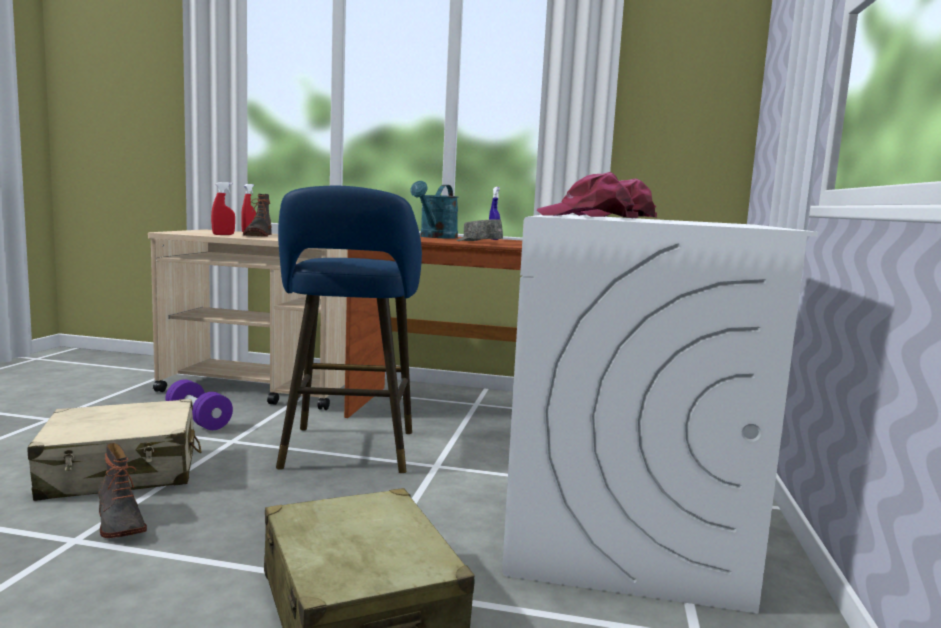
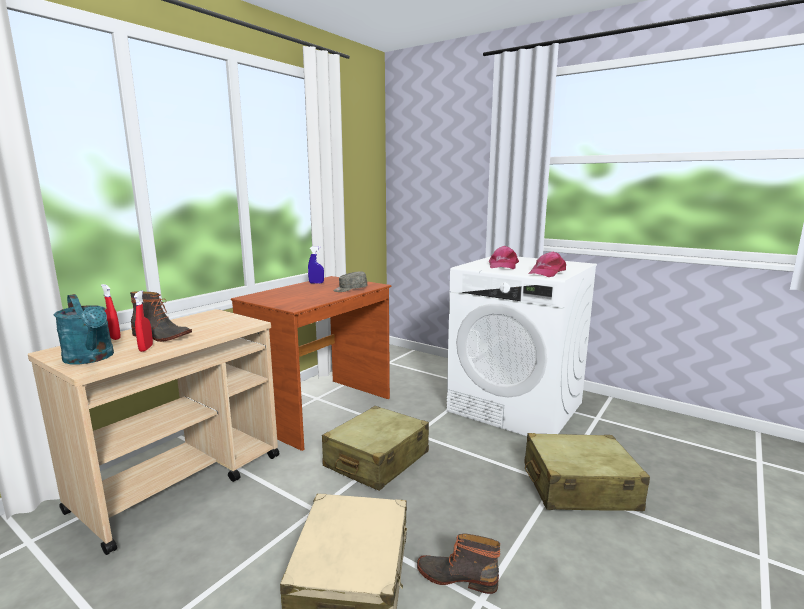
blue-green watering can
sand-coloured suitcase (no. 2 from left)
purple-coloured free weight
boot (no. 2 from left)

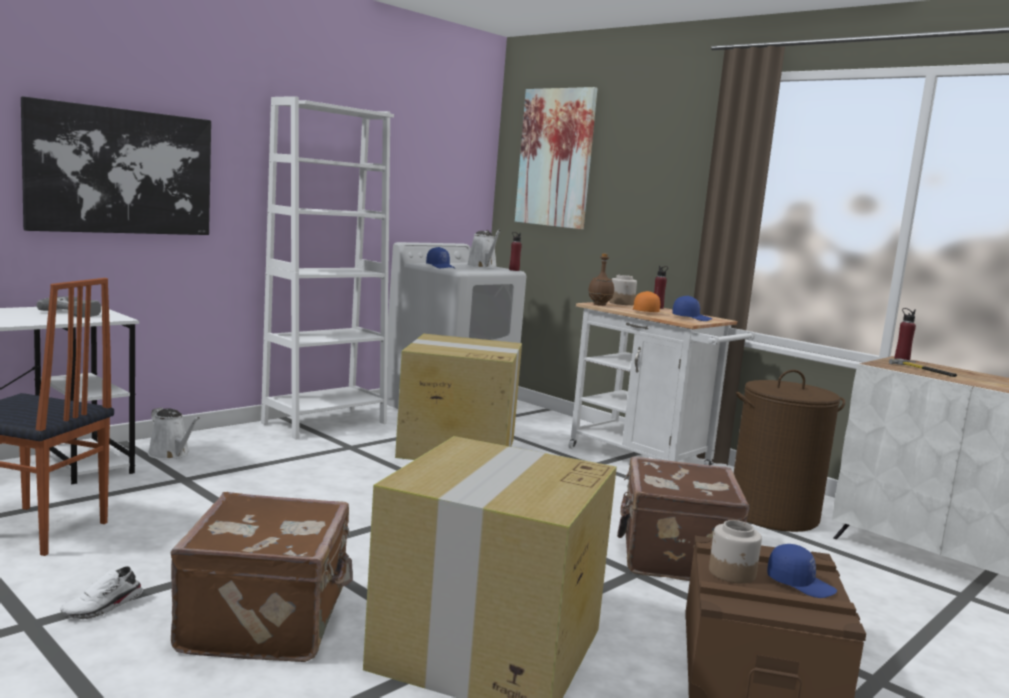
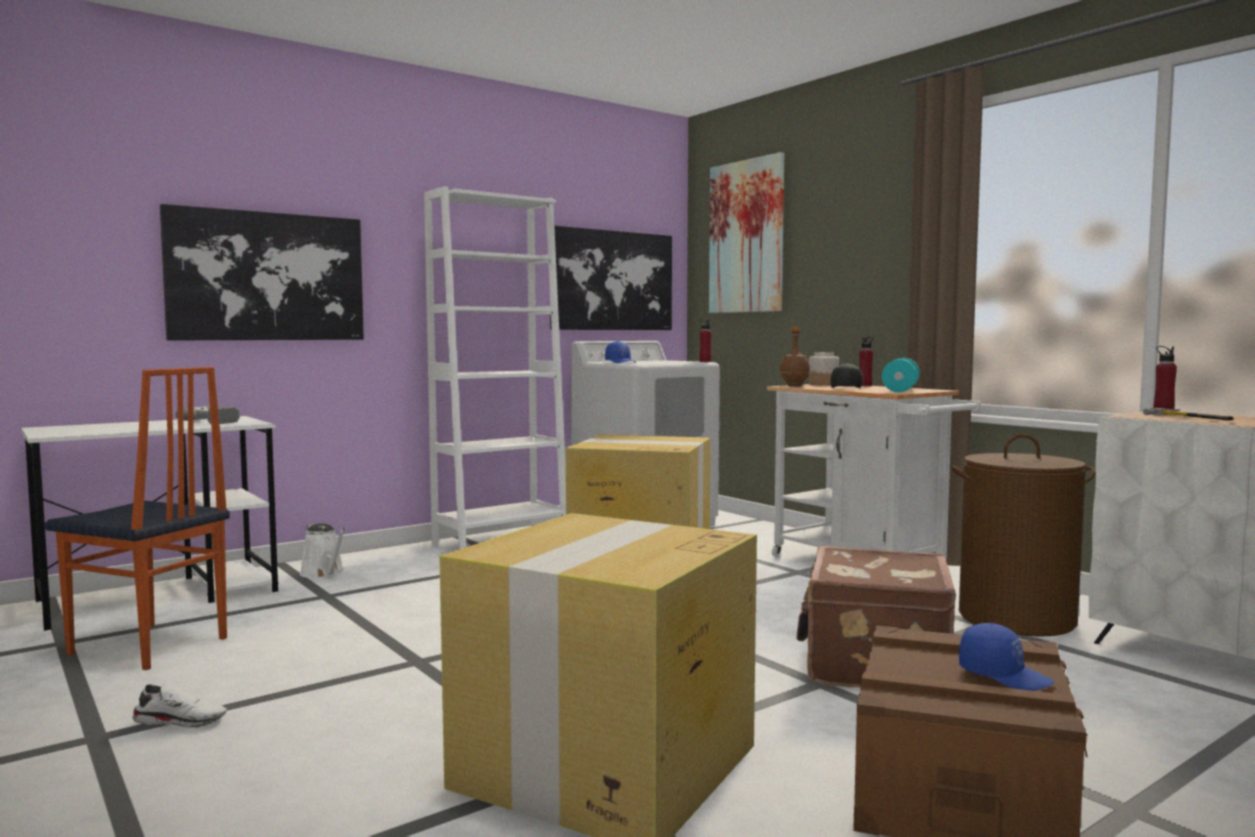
white watering can (no. 2 from left in the first image)
black baseball cap
blue-green free weight
brown-coloured suitcase (no. 1 from left in the first image)
preserve jar (no. 2 from left in the first image)
white item of footwear
wall picture (no. 2 from left)

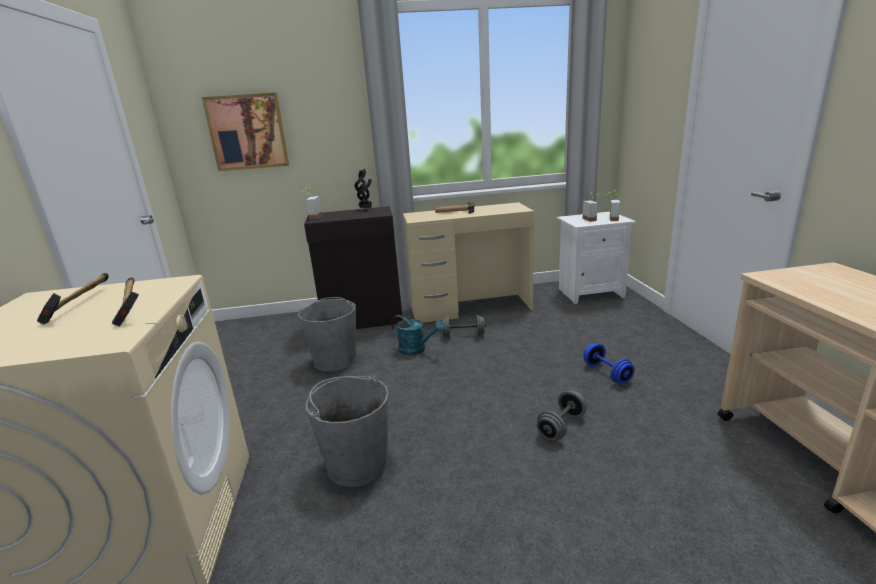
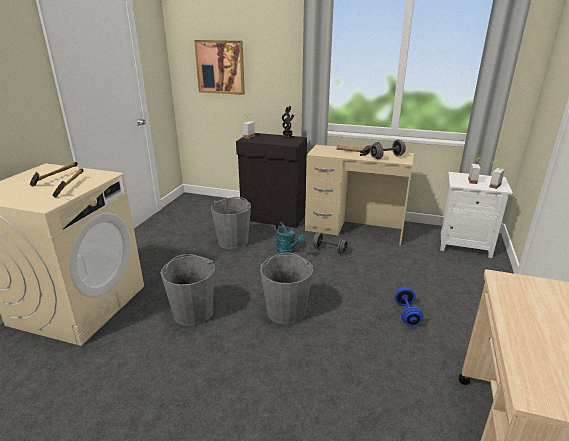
greyish free weight (no. 2 from left)
greyish bucket (no. 3 from left)

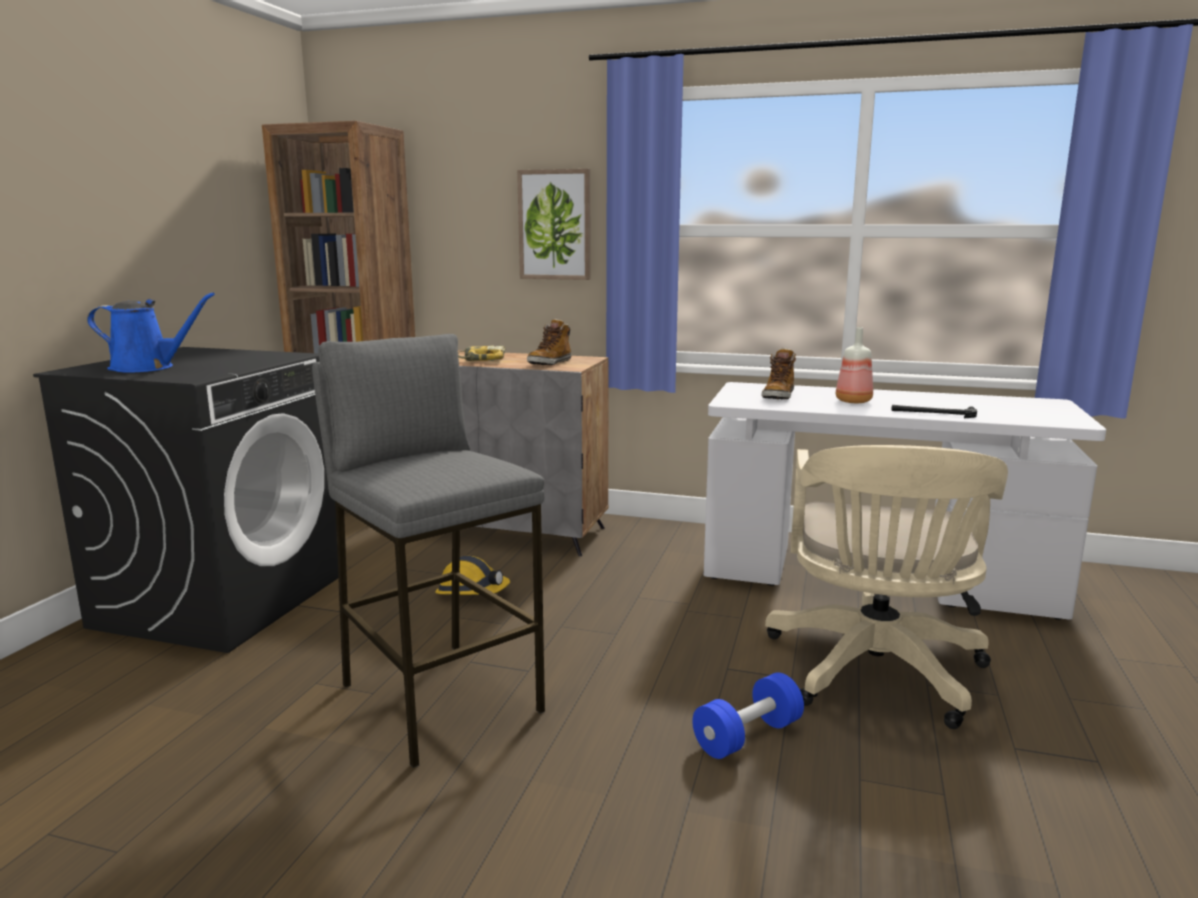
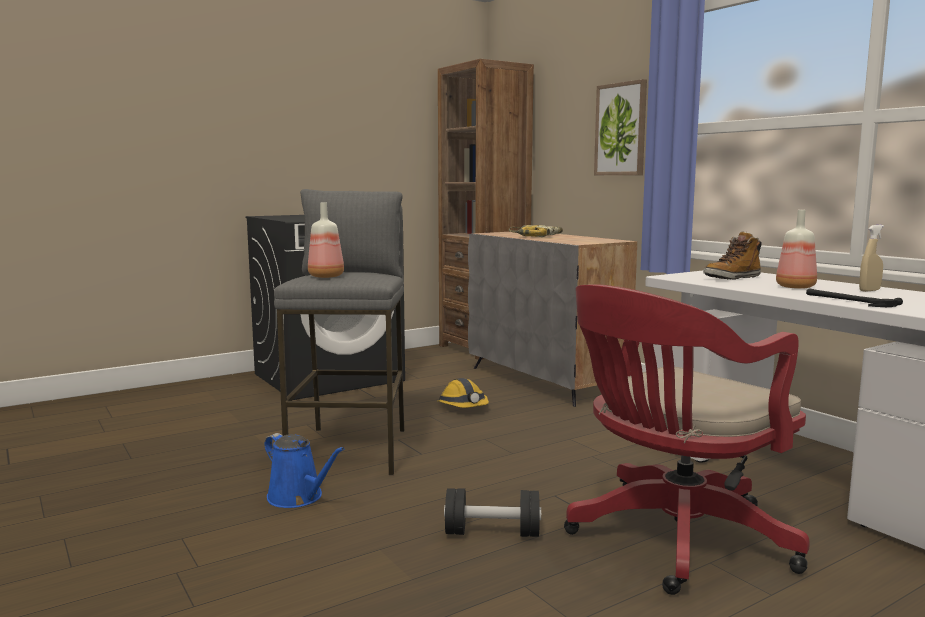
blue watering can
boot (no. 1 from left in the first image)
red-coloured office chair
black free weight
beverage bottle (no. 1 from left)
sand-coloured sprayer

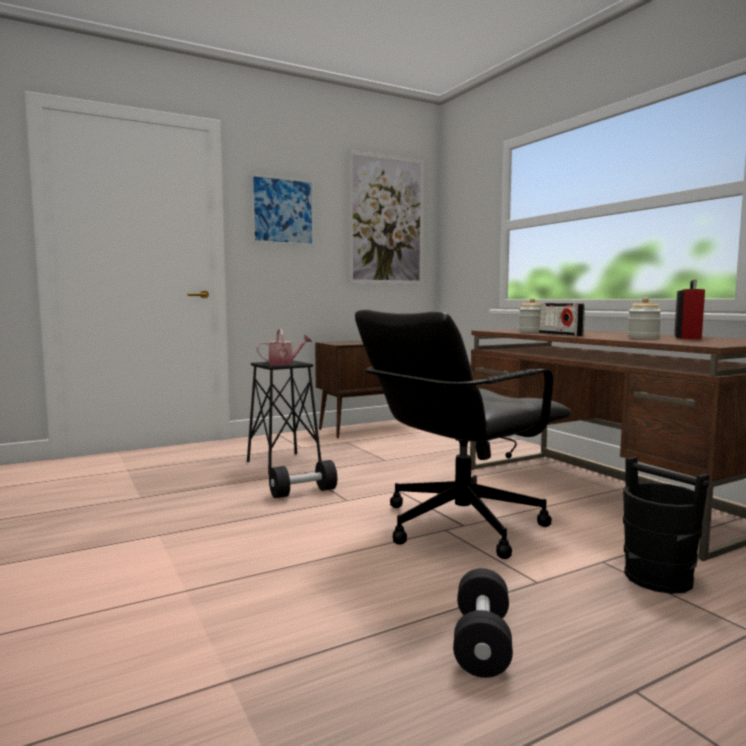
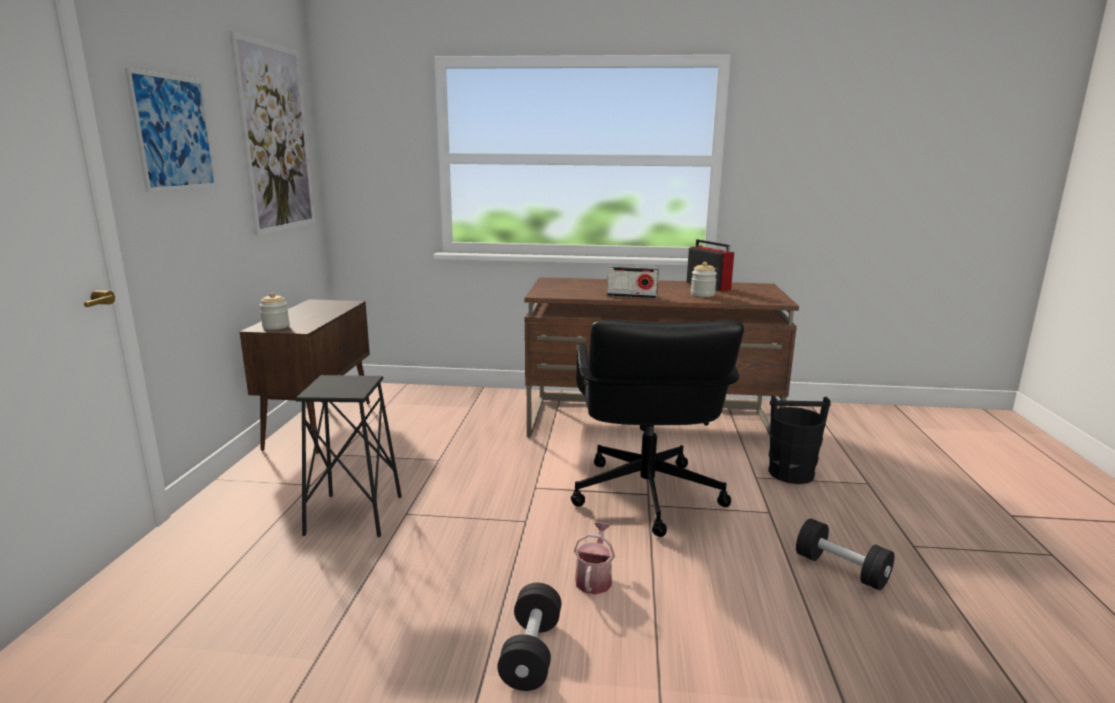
preserve jar (no. 1 from left)
watering can
black free weight (no. 1 from left)

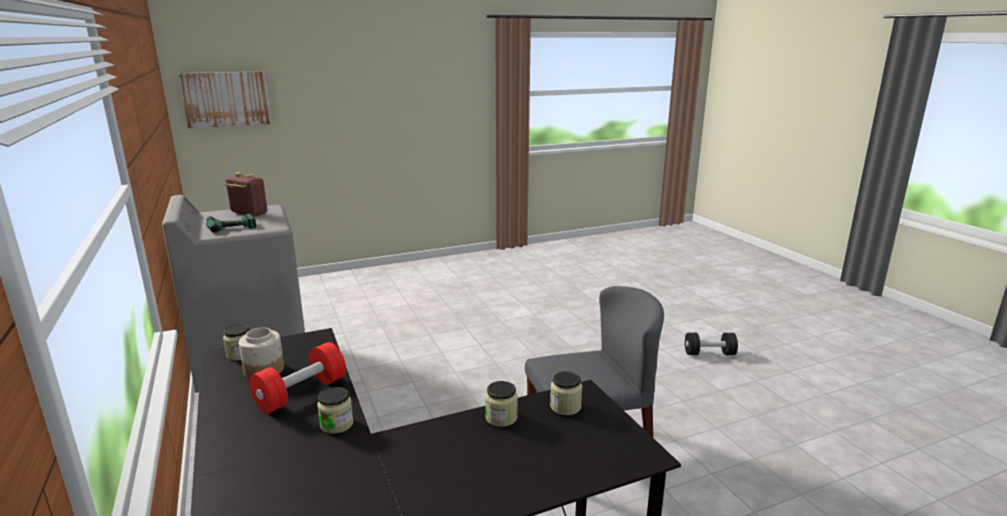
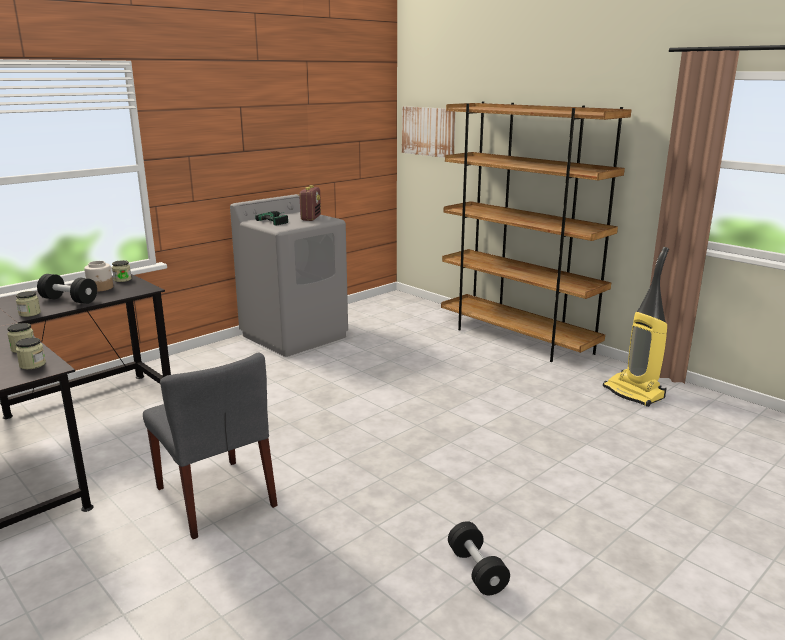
black free weight (no. 1 from left)
brown-coloured bookshelf
vacuum

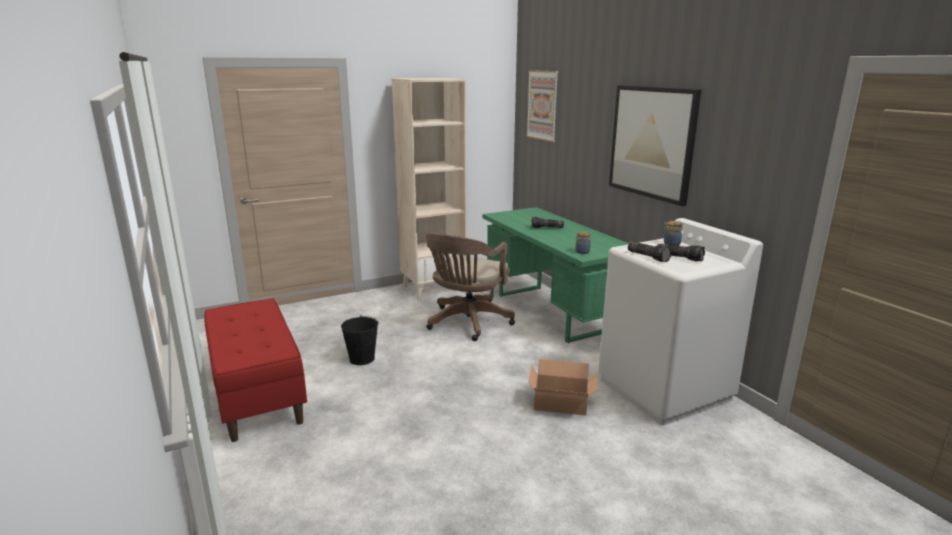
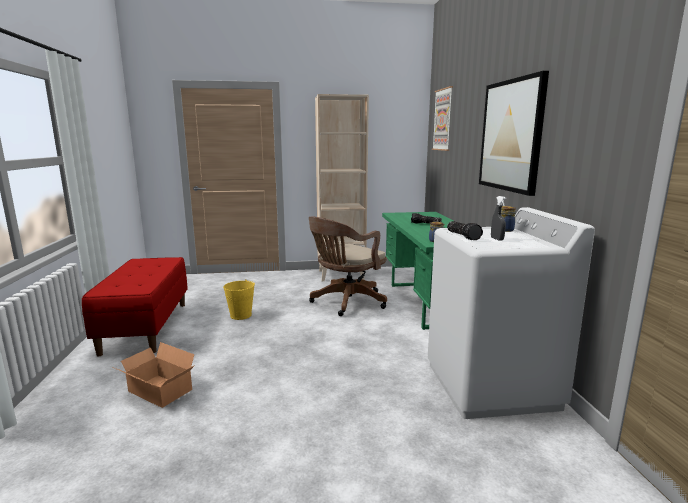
greyish sprayer
yellow-coloured bucket
cardboard box

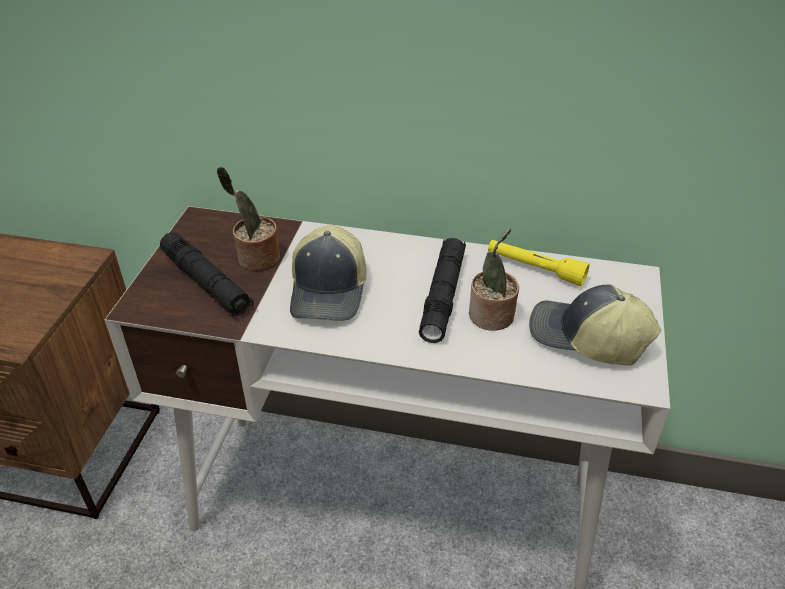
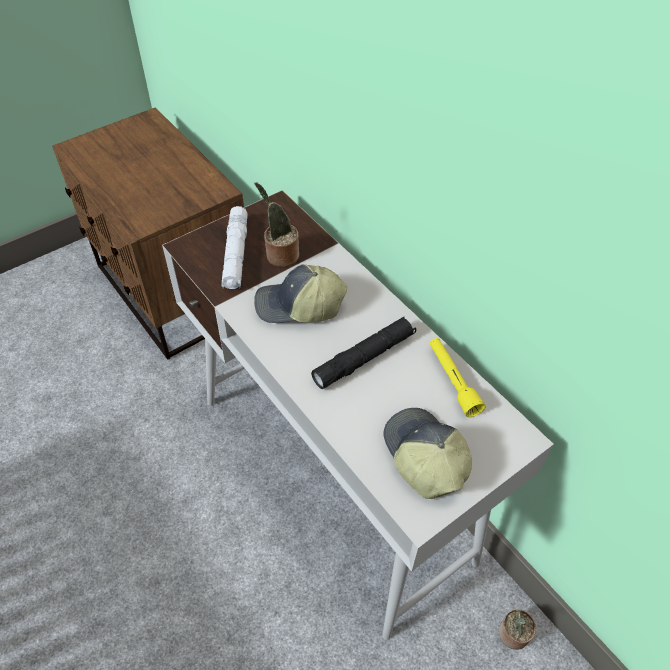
baseball cap (no. 1 from left)
potted plant (no. 2 from left)
white torch

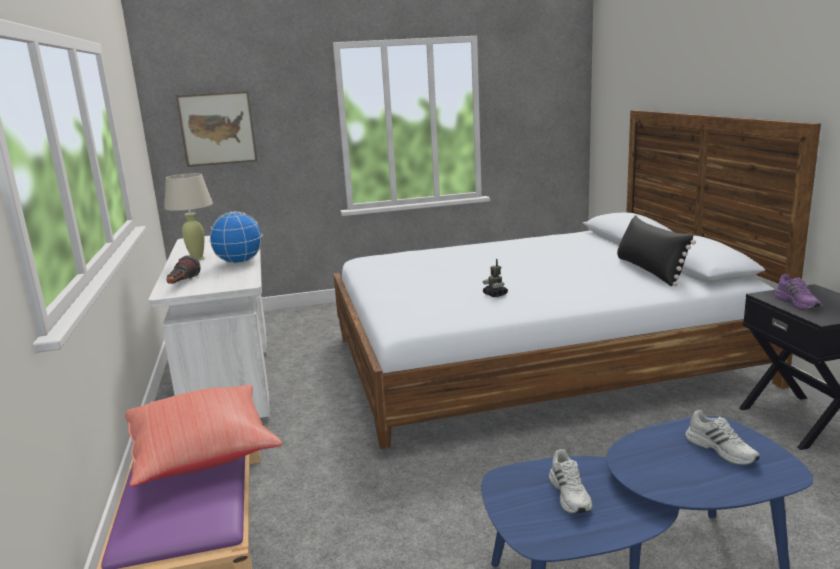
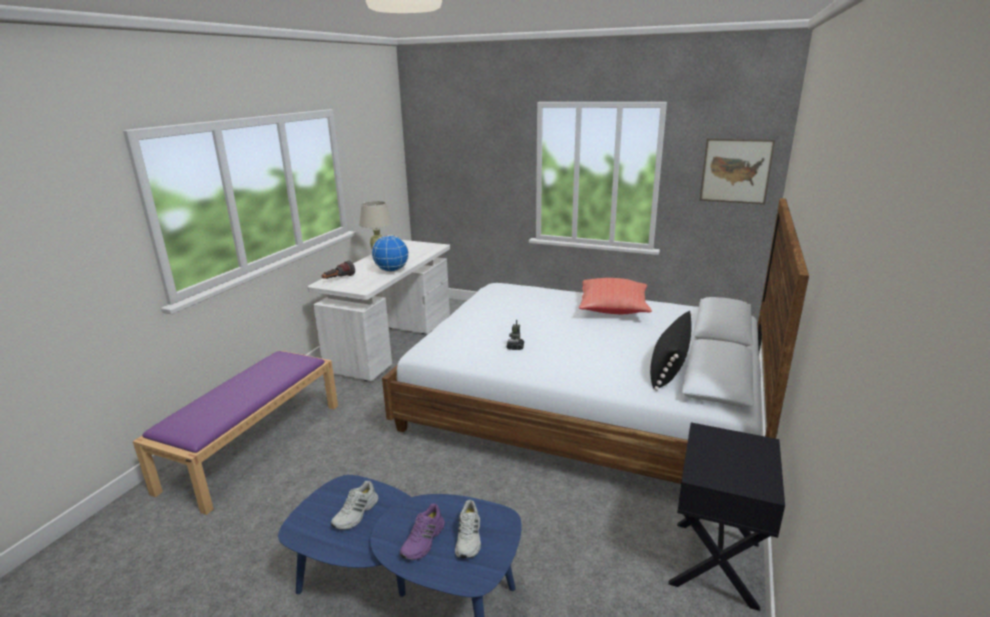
wall picture
purple-coloured item of footwear
red-coloured throw pillow

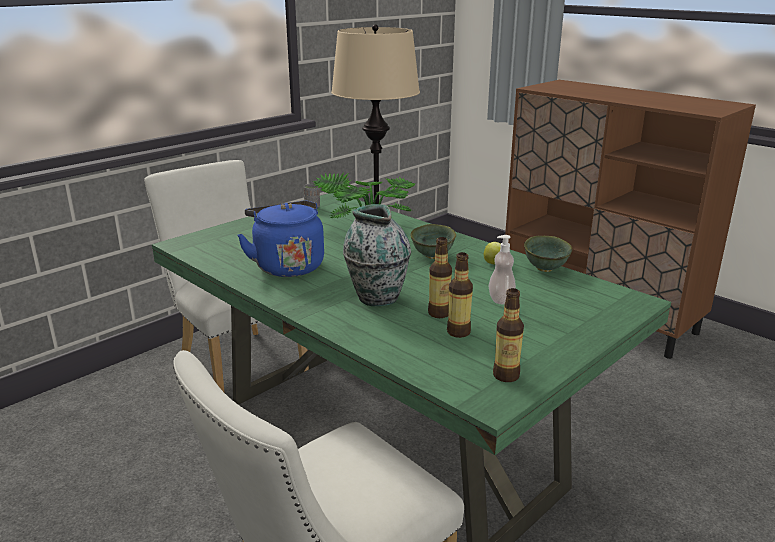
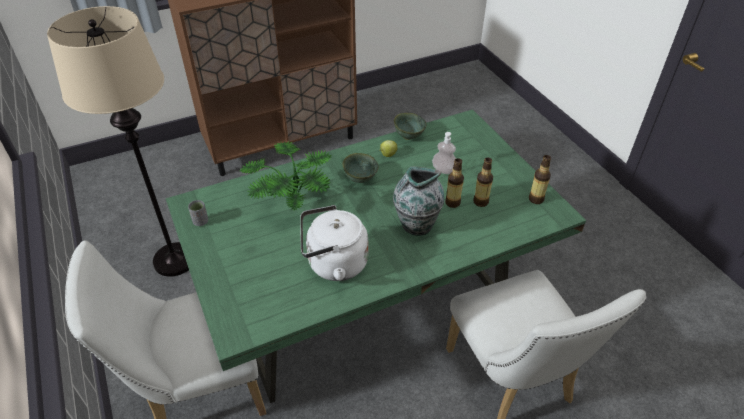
white water kettle

